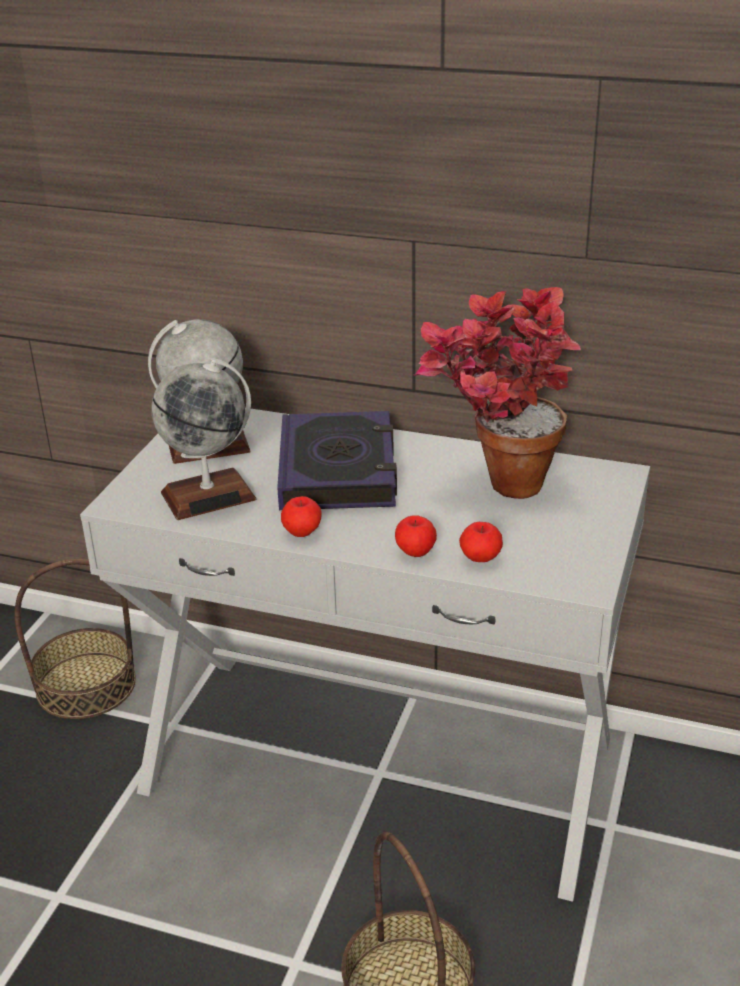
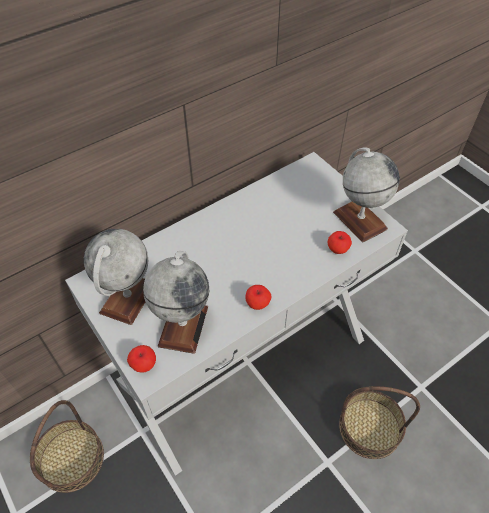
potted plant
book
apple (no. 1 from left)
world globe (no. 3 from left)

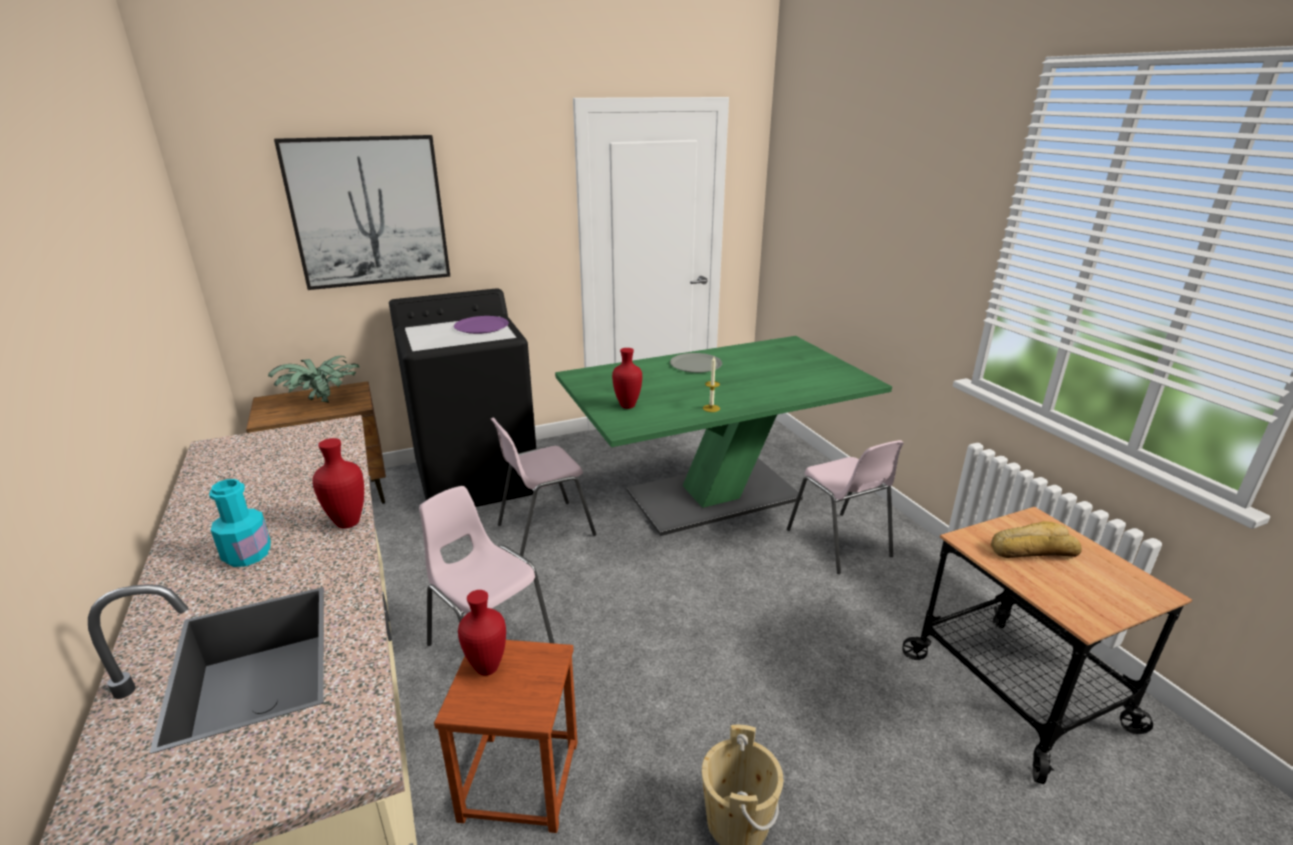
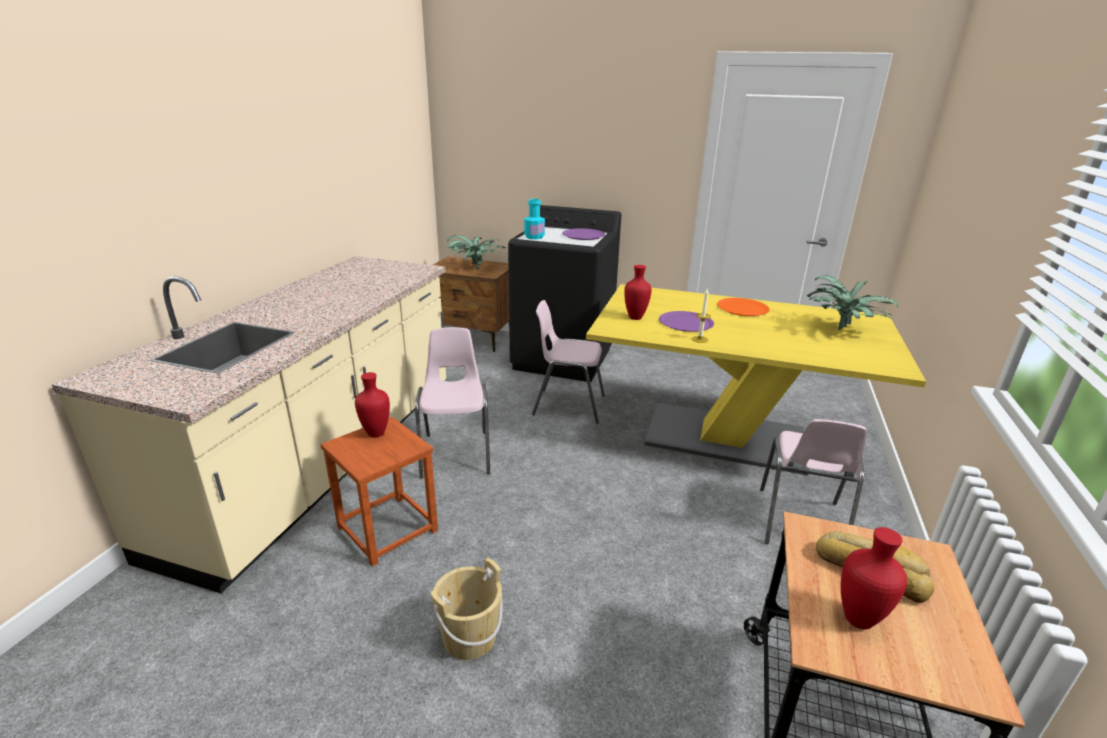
wall picture
yellow-coloured dining table
orangey plate
red-coloured decorative vase (no. 3 from left)
blue-green beverage bottle
potted plant (no. 2 from left)
purple-coloured plate (no. 2 from left)

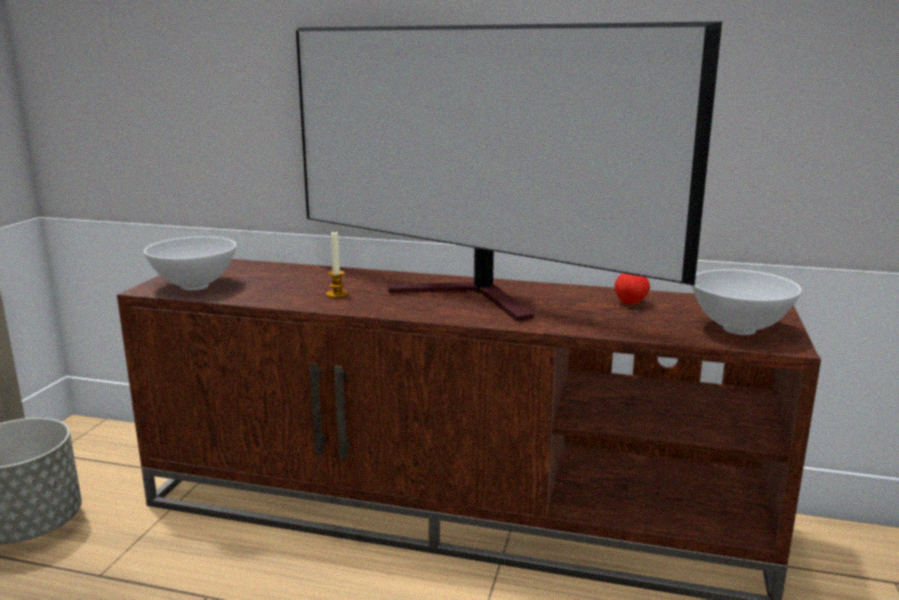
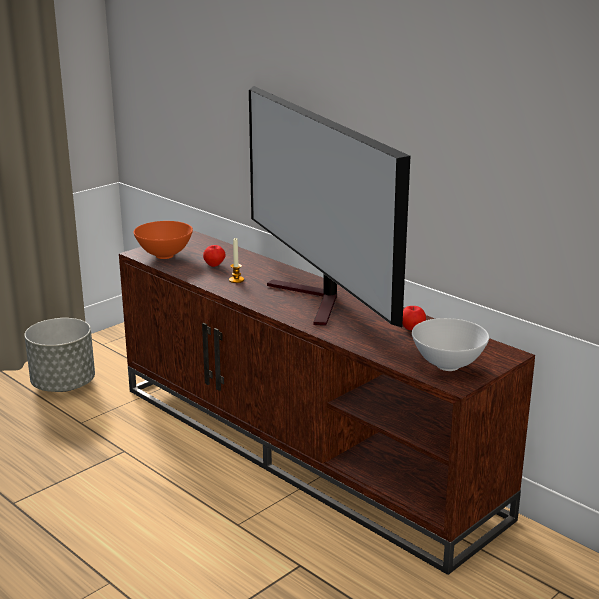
orangey serving bowl
apple (no. 1 from left)

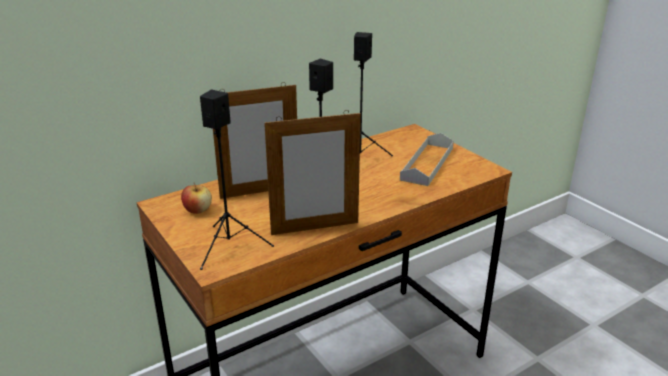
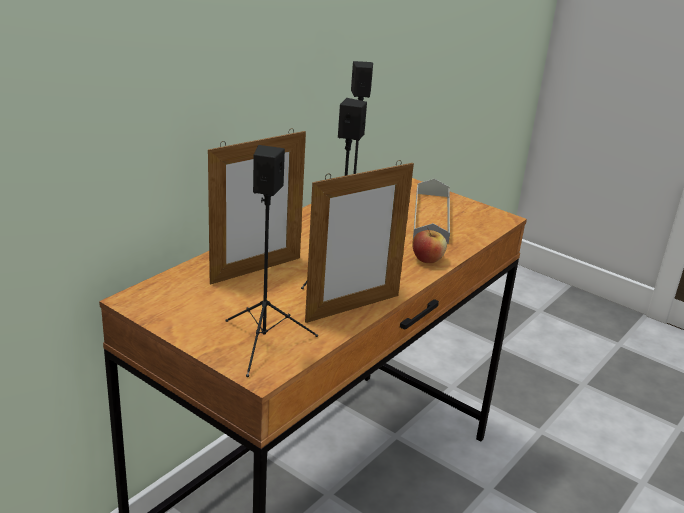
apple

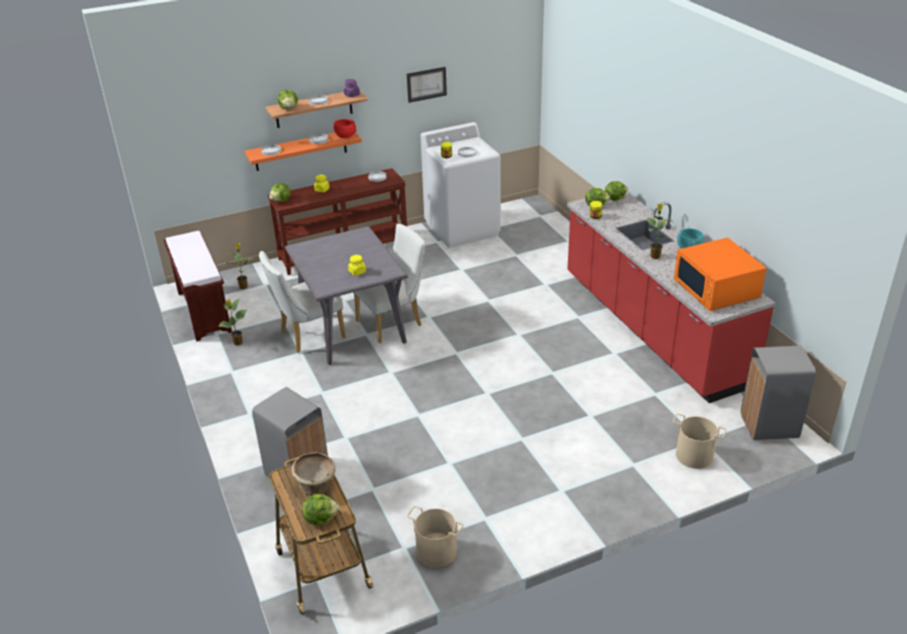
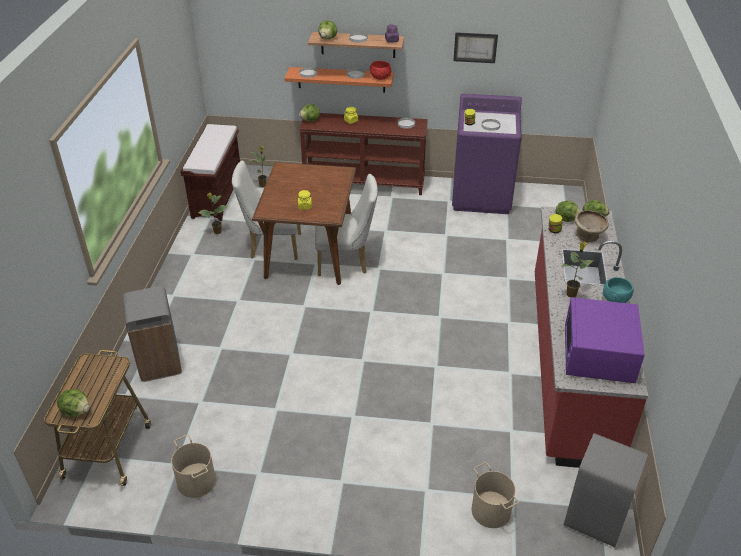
purple-coloured laundry machine
brown-coloured dining table
purple-coloured microwave oven
sand-coloured serving bowl

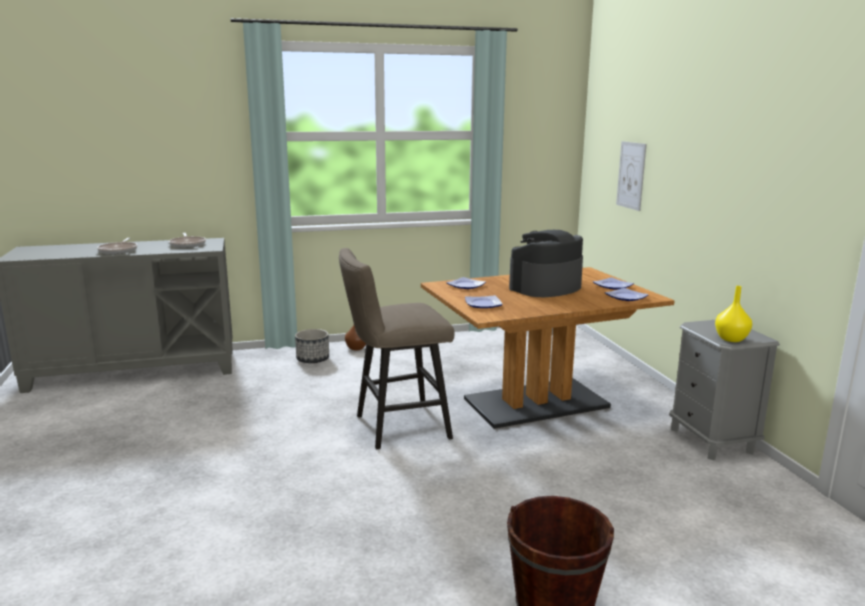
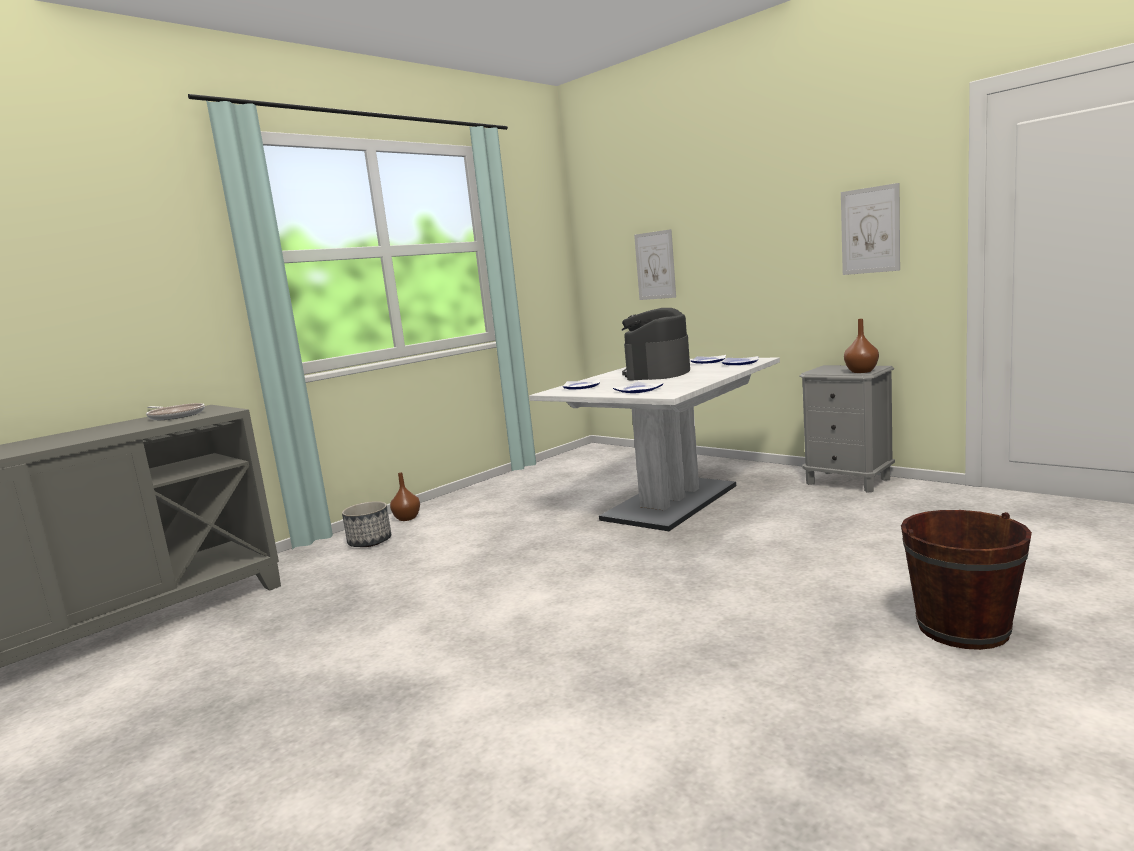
frying pan (no. 1 from left in the first image)
sand-coloured stool seat
white dining table
brown-coloured decorative vase (no. 2 from left)
wall picture (no. 2 from left)

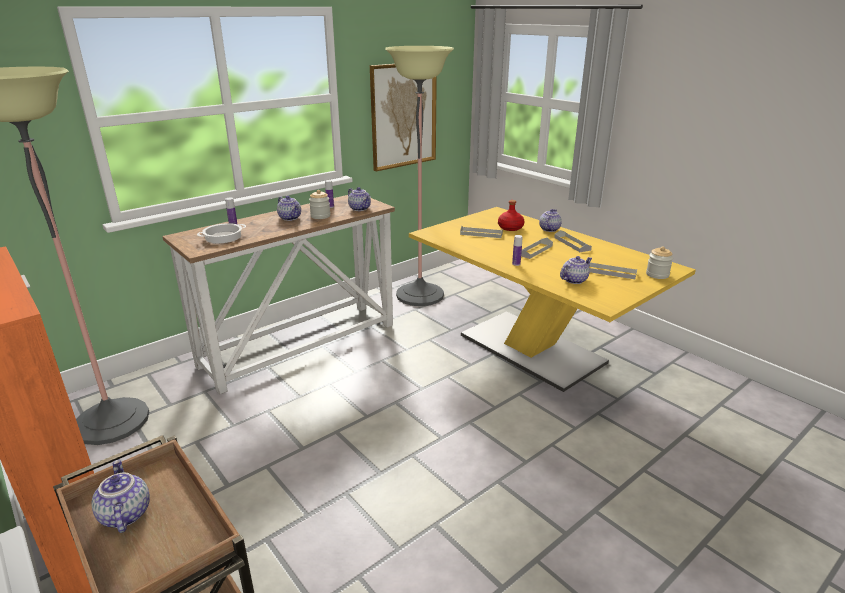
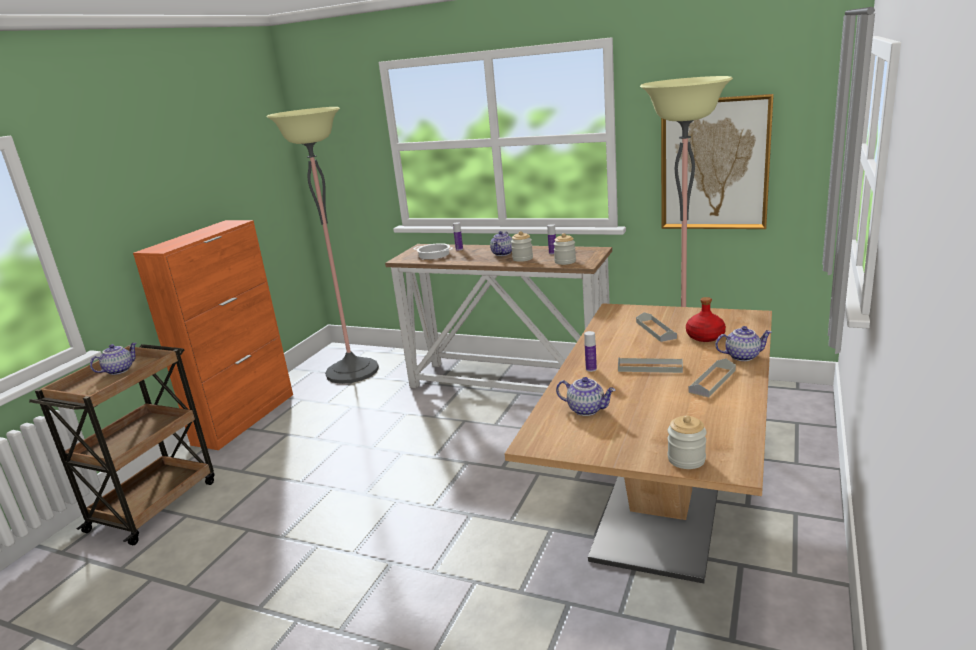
preserve jar (no. 2 from left)
brown-coloured dining table
greyish serving tray (no. 4 from left in the first image)

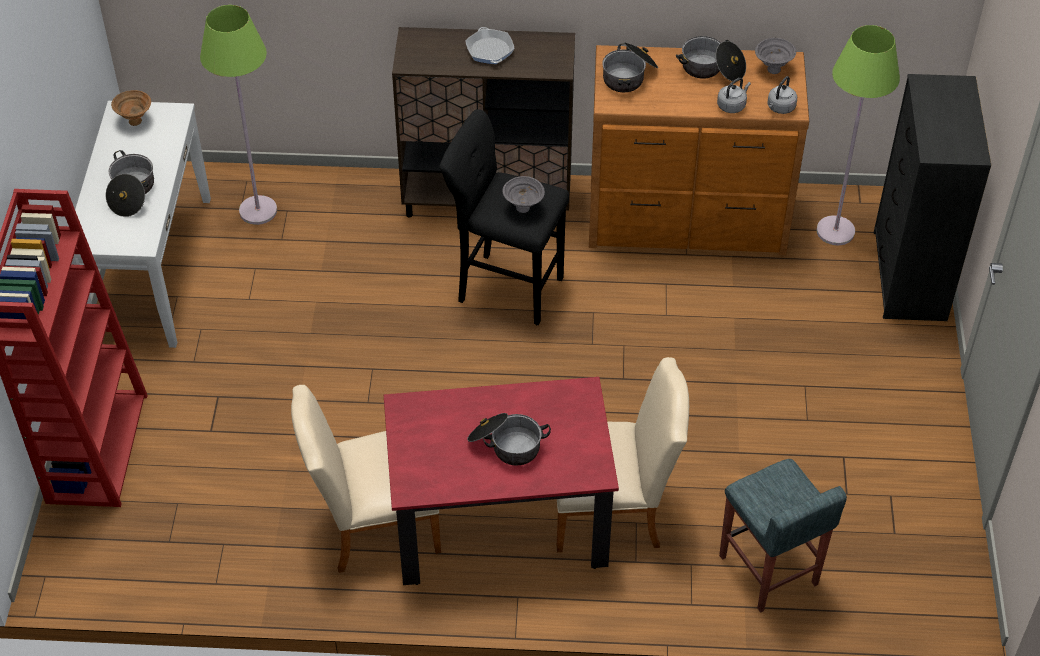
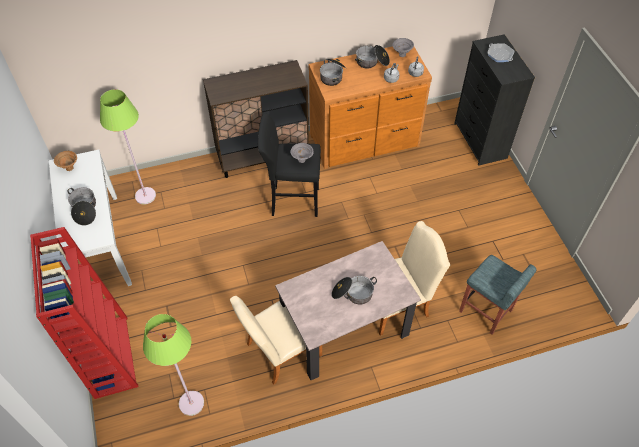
green-coloured floor lamp (no. 2 from left)
frying pan
sand-coloured dining table

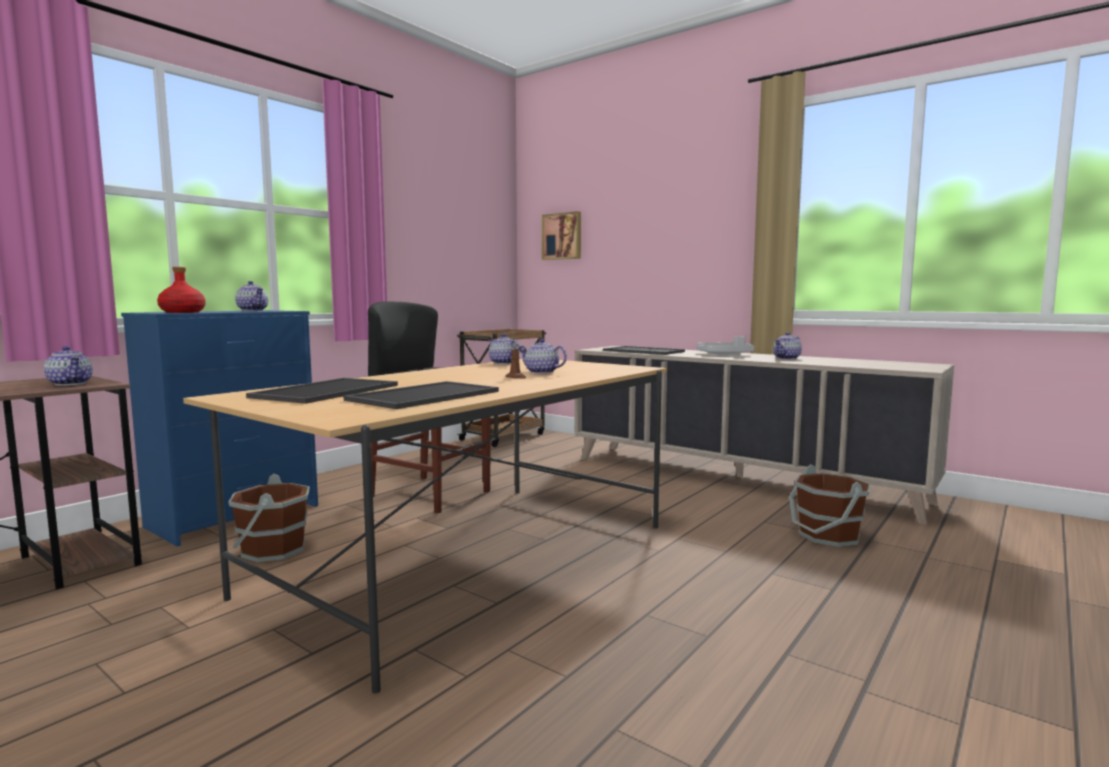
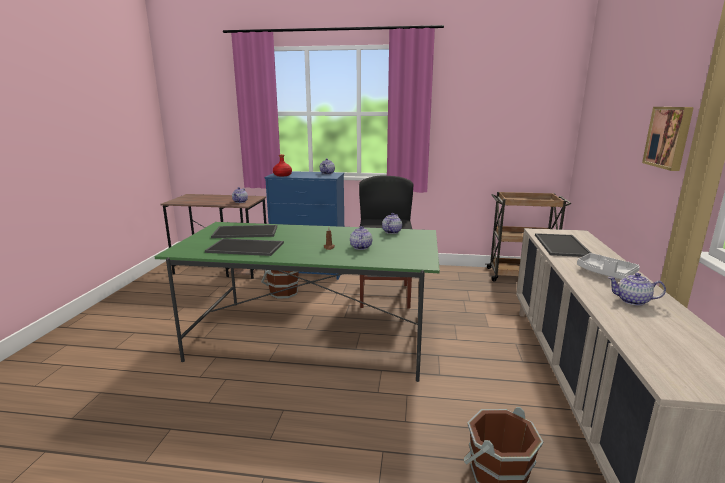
wall picture
green-coloured dining table

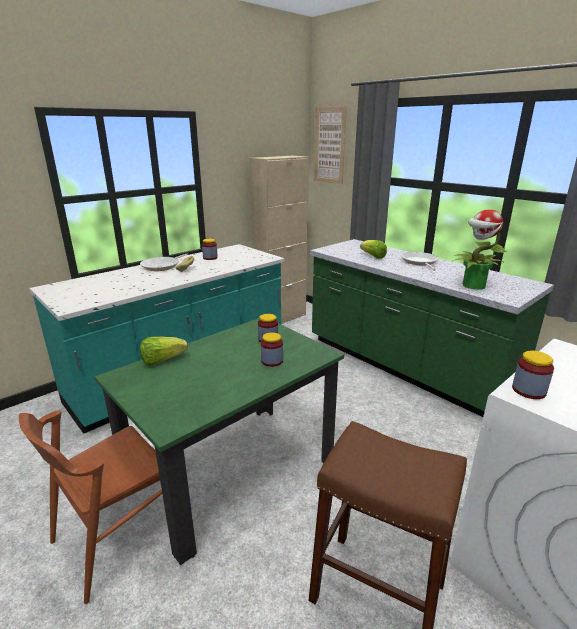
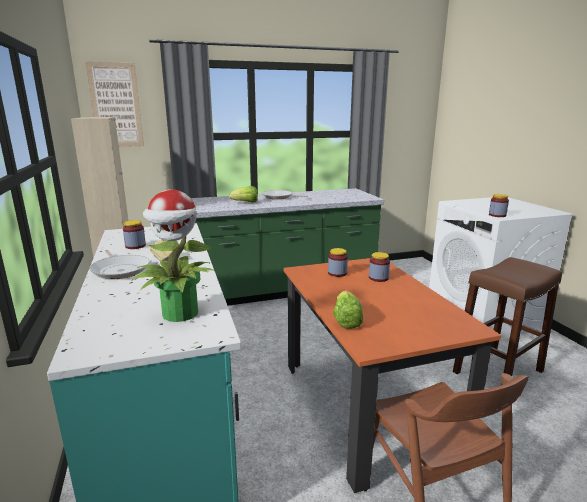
potted plant
orangey dining table

